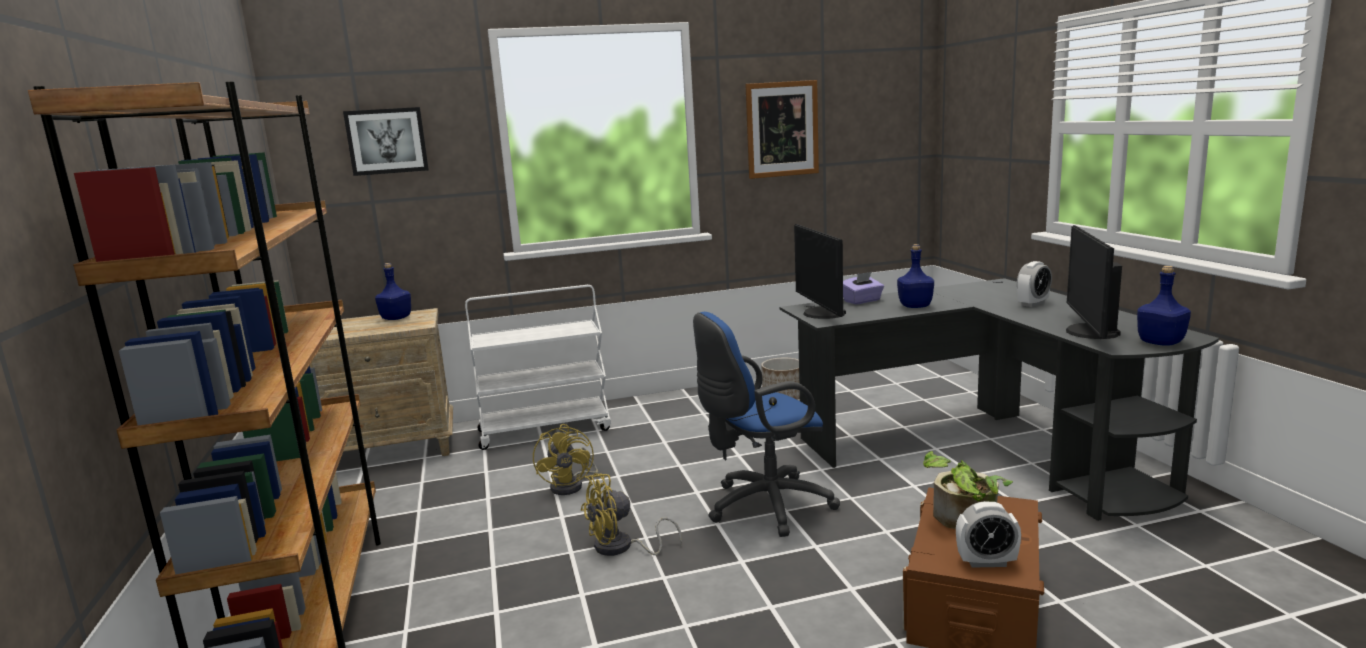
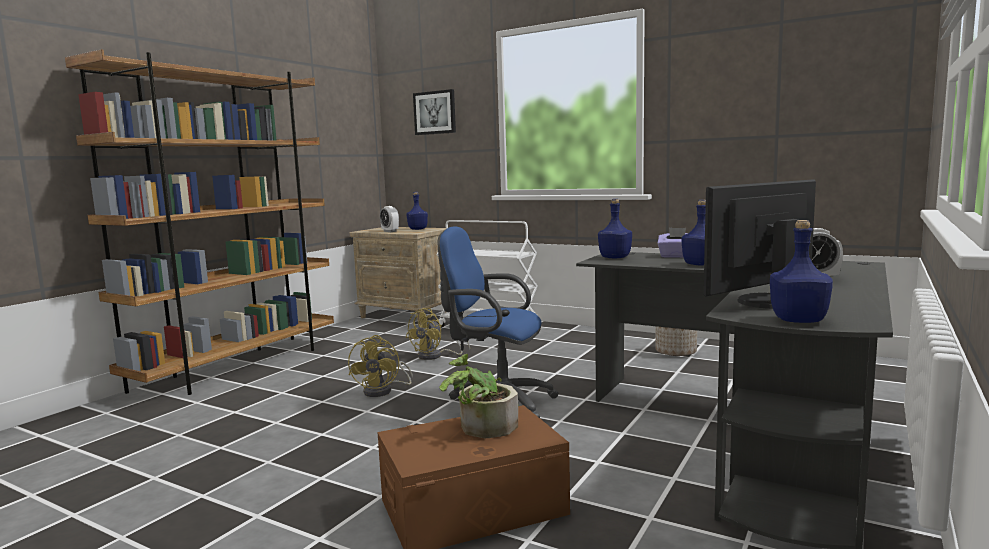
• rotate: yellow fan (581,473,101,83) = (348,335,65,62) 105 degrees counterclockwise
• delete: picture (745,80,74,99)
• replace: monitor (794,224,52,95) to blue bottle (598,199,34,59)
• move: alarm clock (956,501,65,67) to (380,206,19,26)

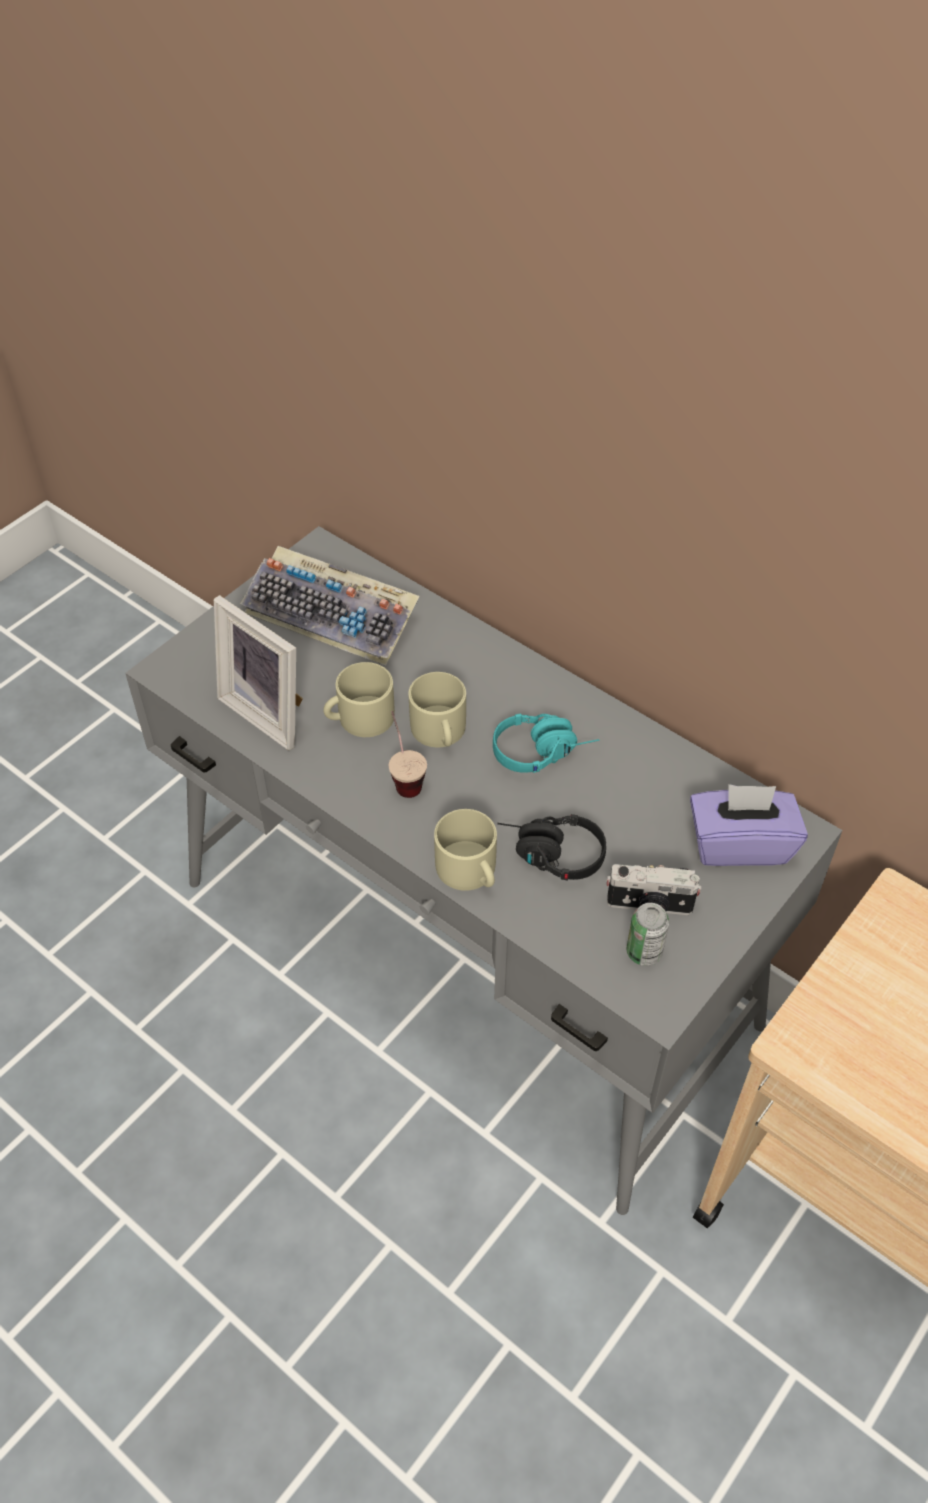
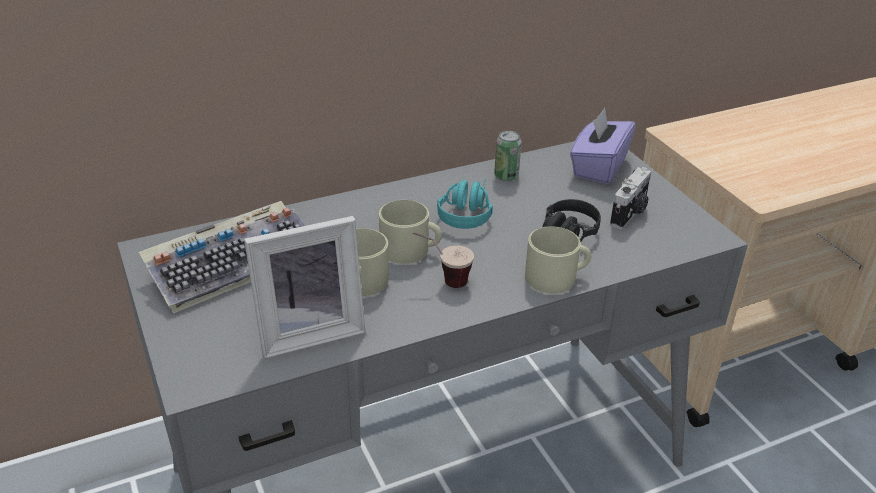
• move: can (626,903,43,63) to (494,131,28,50)

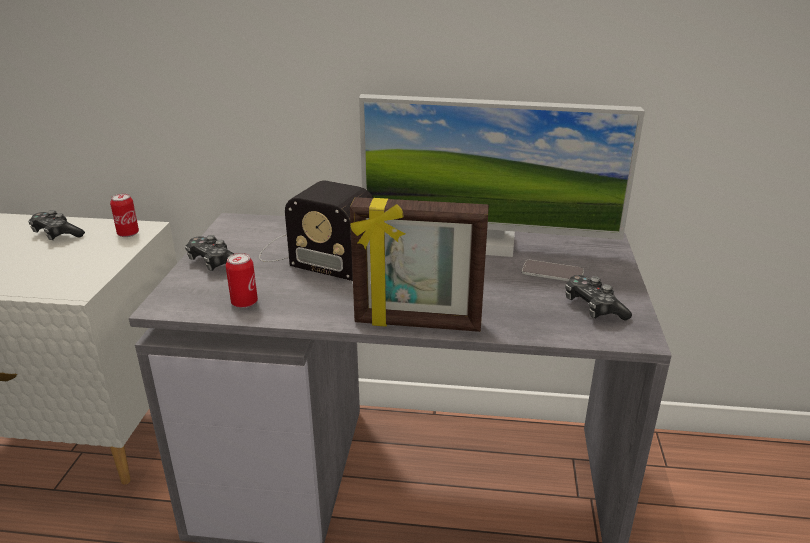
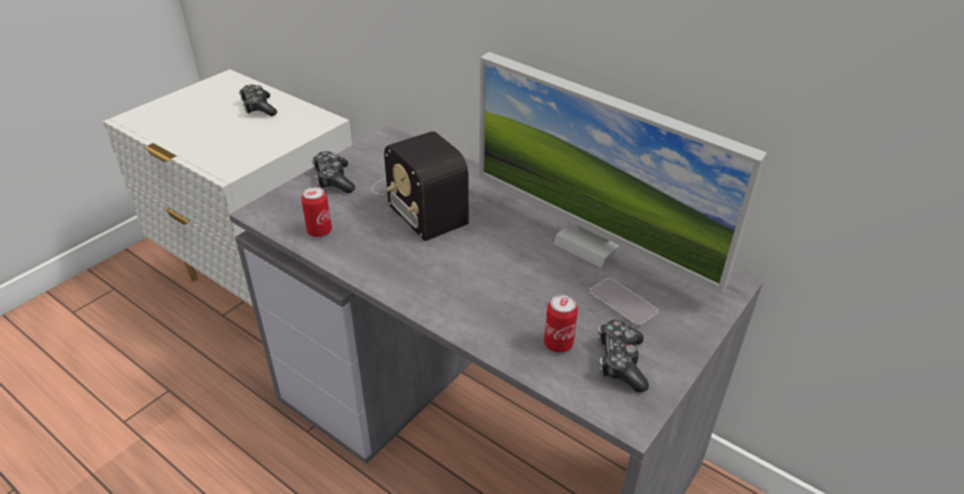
• move: can (110,193,29,44) to (544,294,34,59)
• delete: picture frame (350,197,139,135)

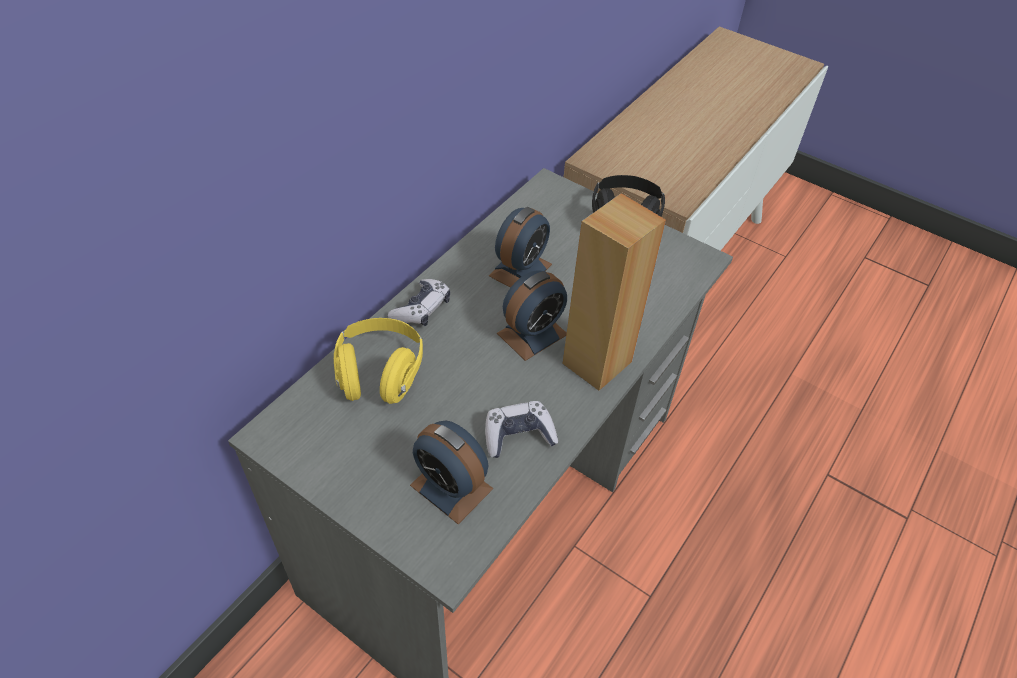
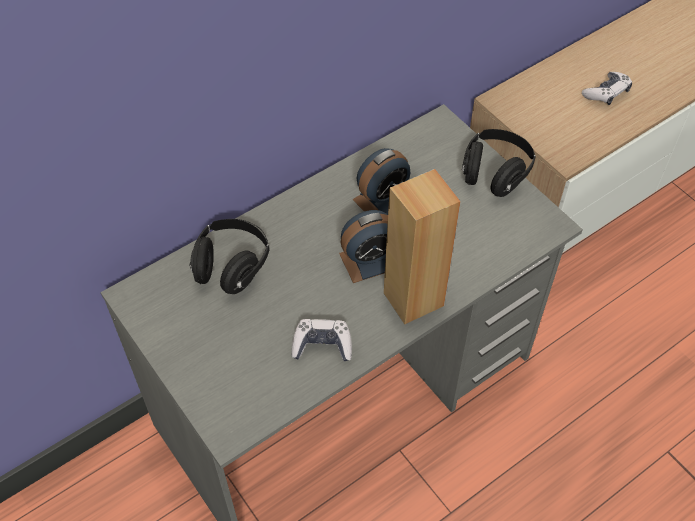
• recolor: yellow headphones (334,318,89,86) to black headphones (190,219,80,75)
• move: game controller (388,279,62,47) to (582,72,50,33)
• delete: alarm clock (410,421,83,103)

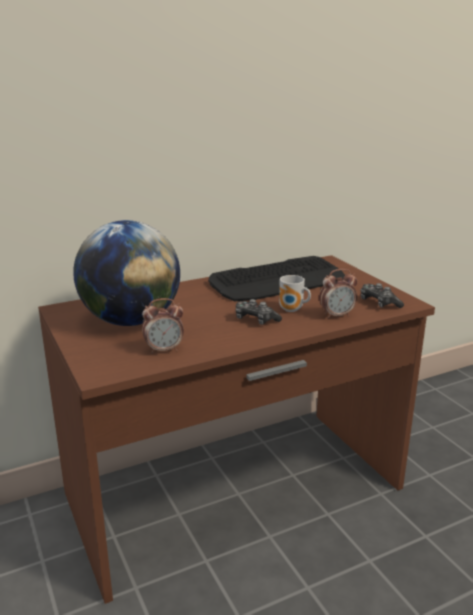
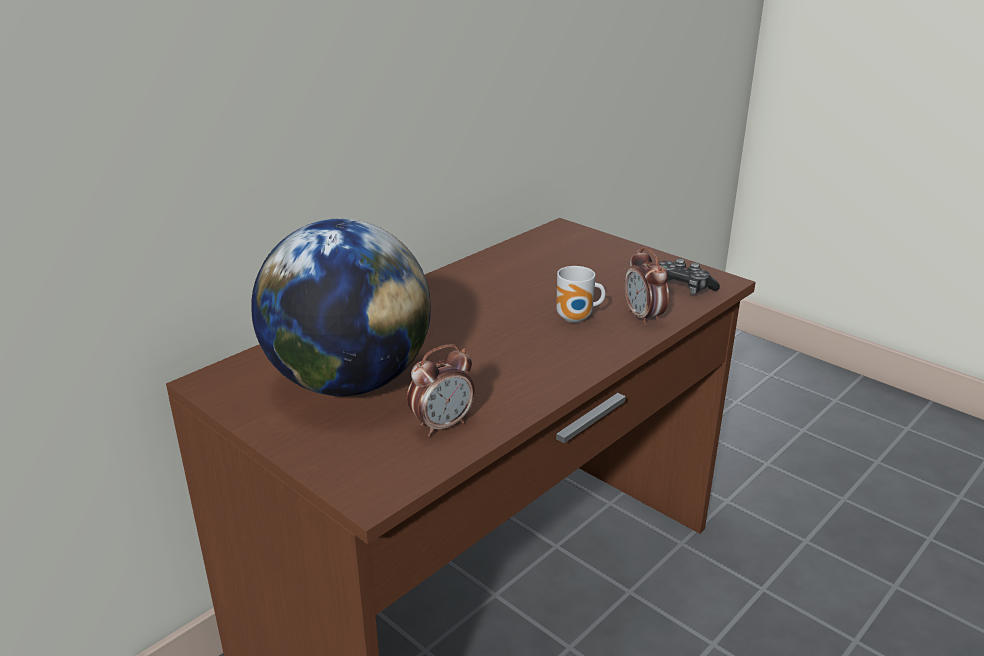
• delete: keyboard (208,256,137,46)
• delete: game controller (236,299,46,26)
• rotate: alarm clock (319,269,38,50) = (624,247,45,79) 105 degrees clockwise

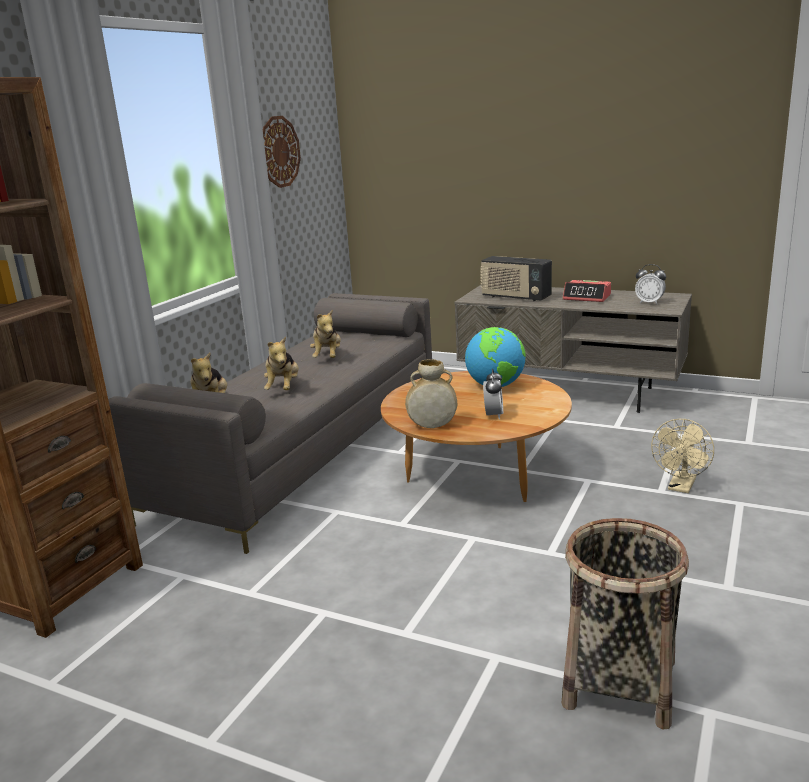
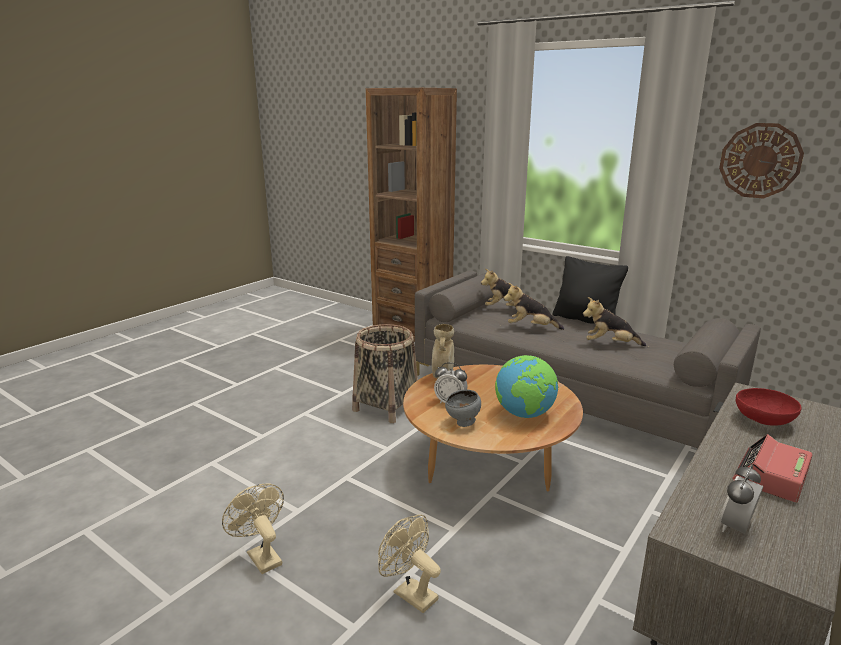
• replace: radio (480,256,72,45) to red bowl (736,388,65,38)
• move: basket (562,518,127,211) to (352,324,66,99)
• insert: beige fan (222,483,62,91)
• insert: grey bowl (445,389,36,38)
• insert: black pillow (553,256,75,68)

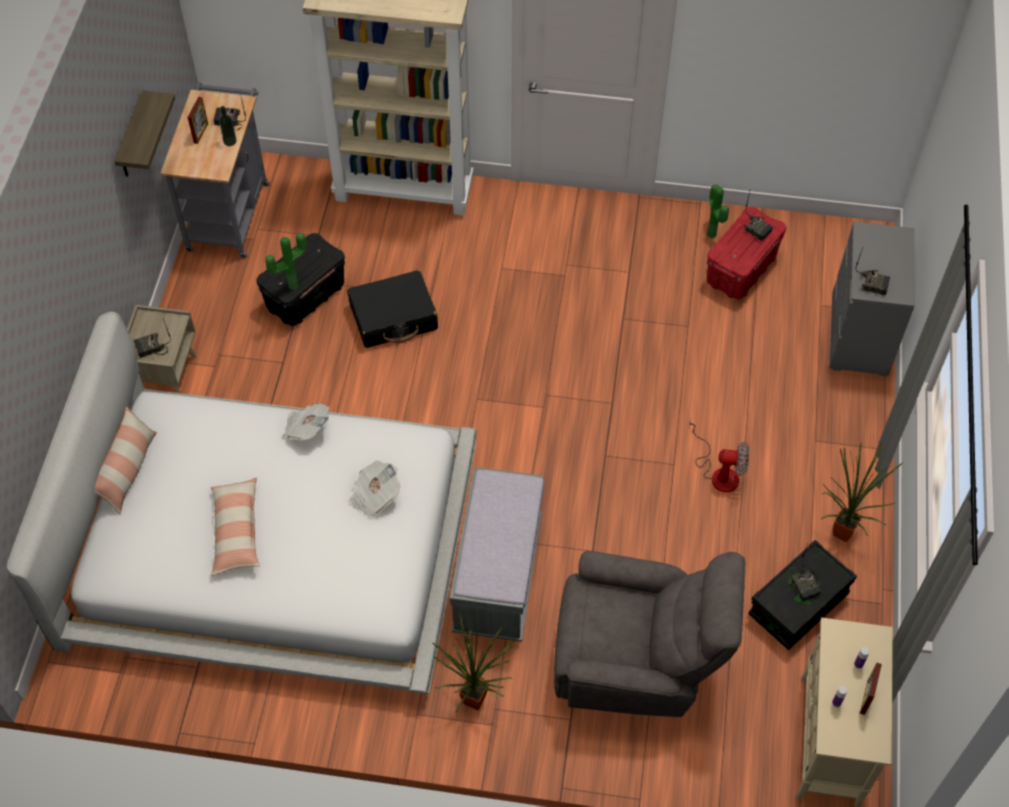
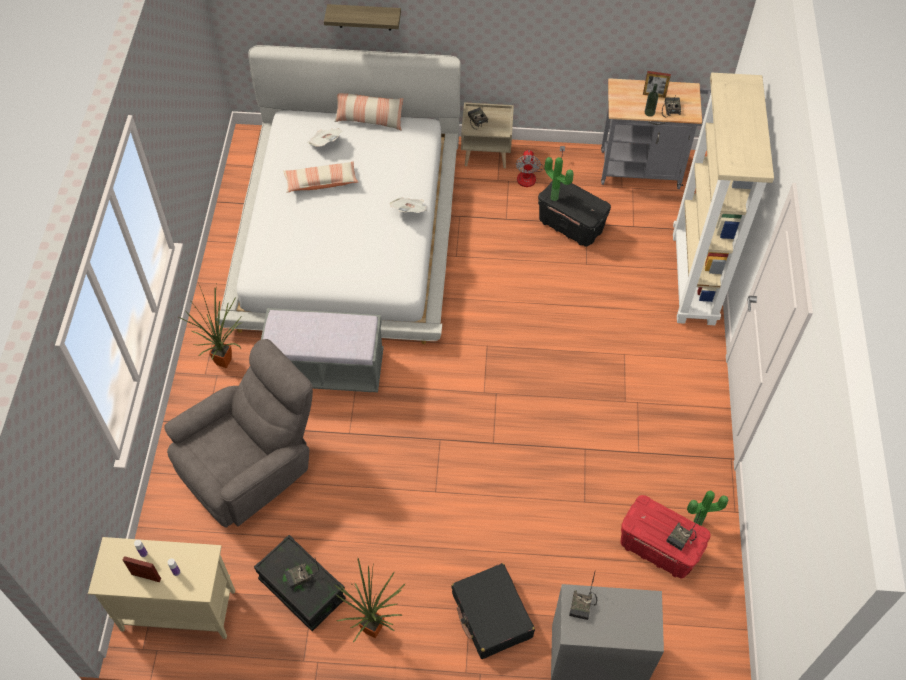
• move: shelf (114,90,61,87) to (324,4,77,26)
• move: black suitcase (347,270,91,78) to (451,563,84,96)
• move: newspaper (348,460,52,57) to (308,128,34,19)
• rotate: grey armchair (554,551,192,166) = (164,339,149,189) 135 degrees counterclockwise
• move: fan (689,417,60,75) to (516,146,49,41)

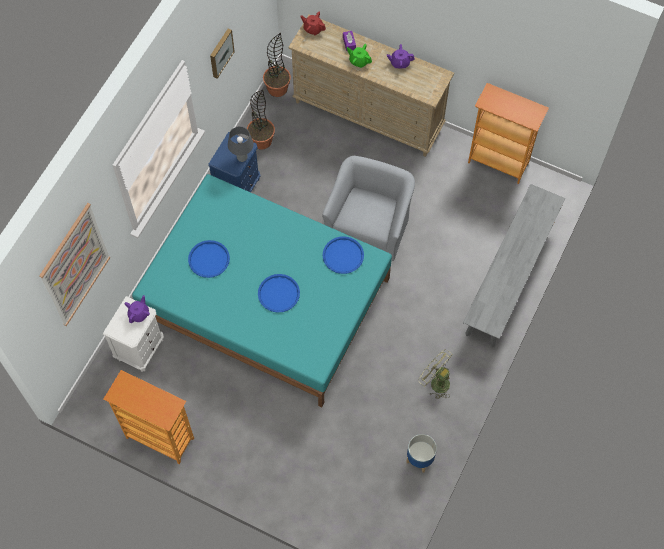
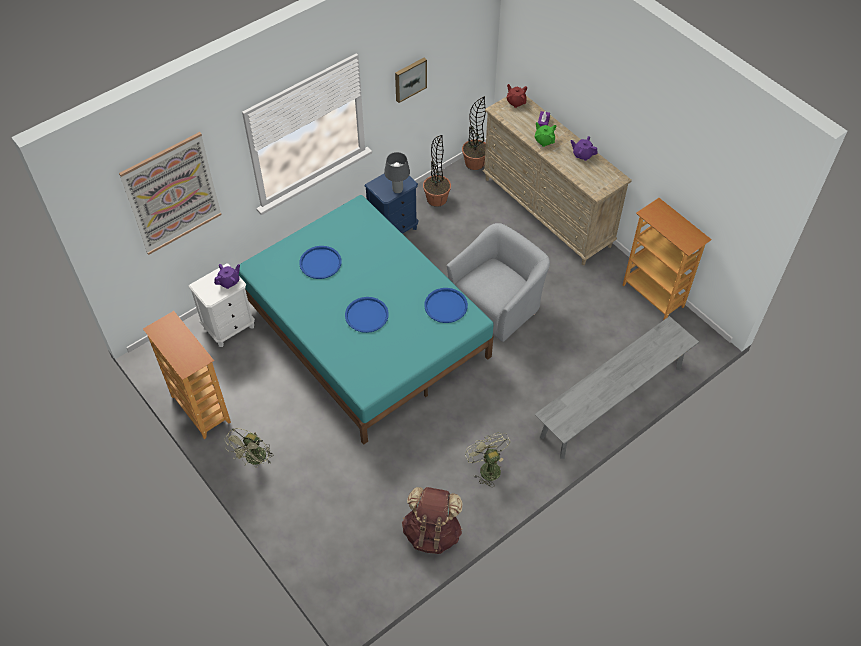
• replace: planter (406,434,31,39) to brown backpack (402,487,60,67)
• insert: green fan (224,428,49,40)

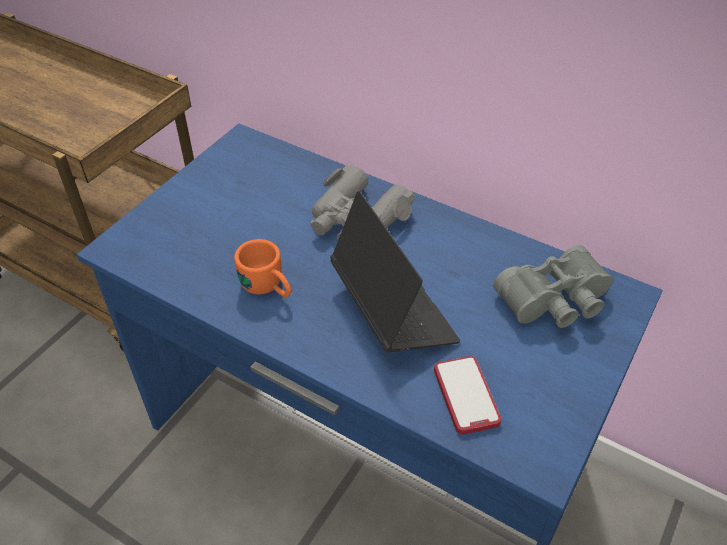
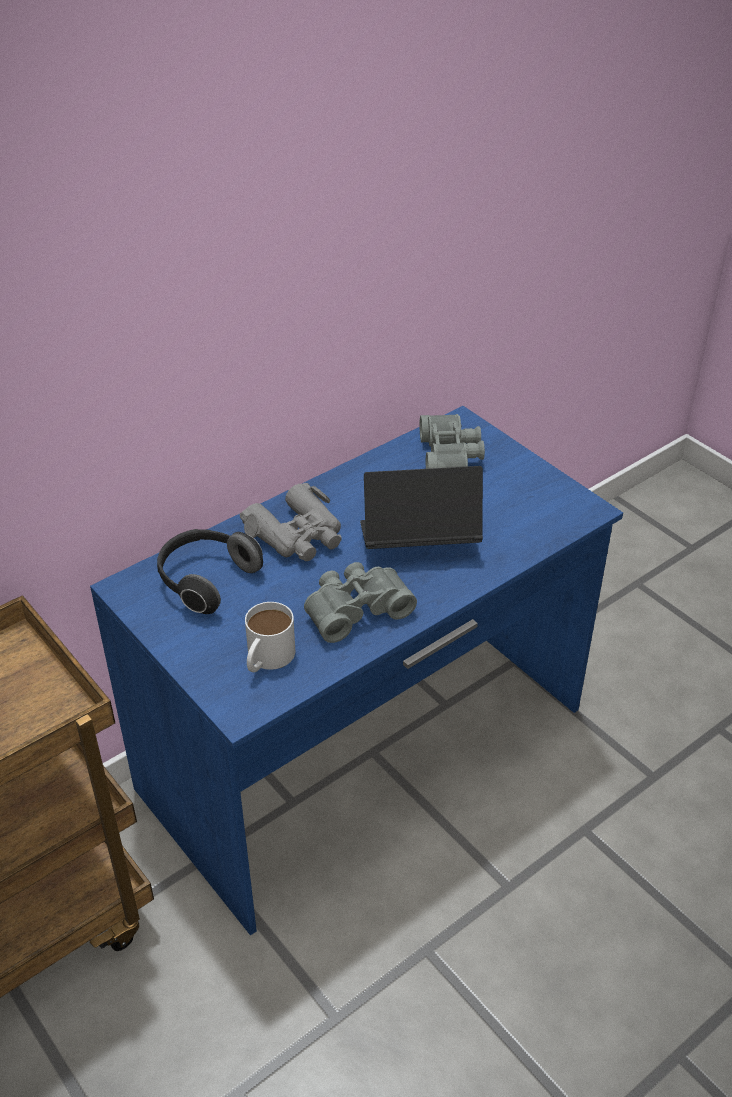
• replace: orange mug (234,239,57,58) to grey binoculars (304,562,113,81)
• delete: phone (434,356,67,79)
• insert: headphones (157,529,106,85)
• insert: white mug (245,602,50,70)

